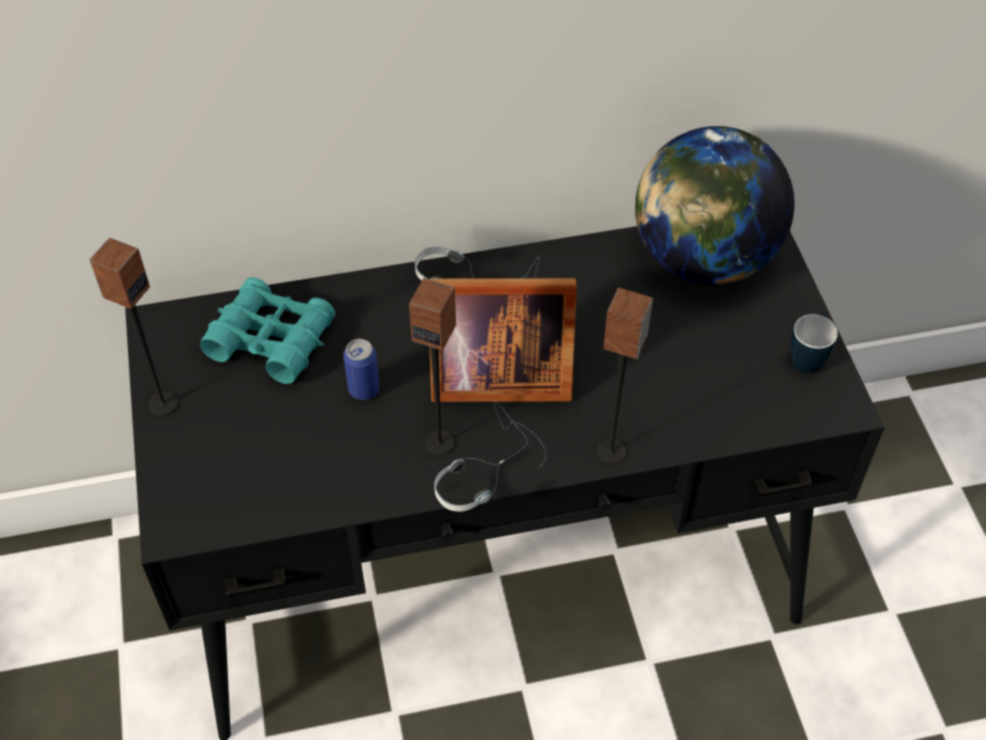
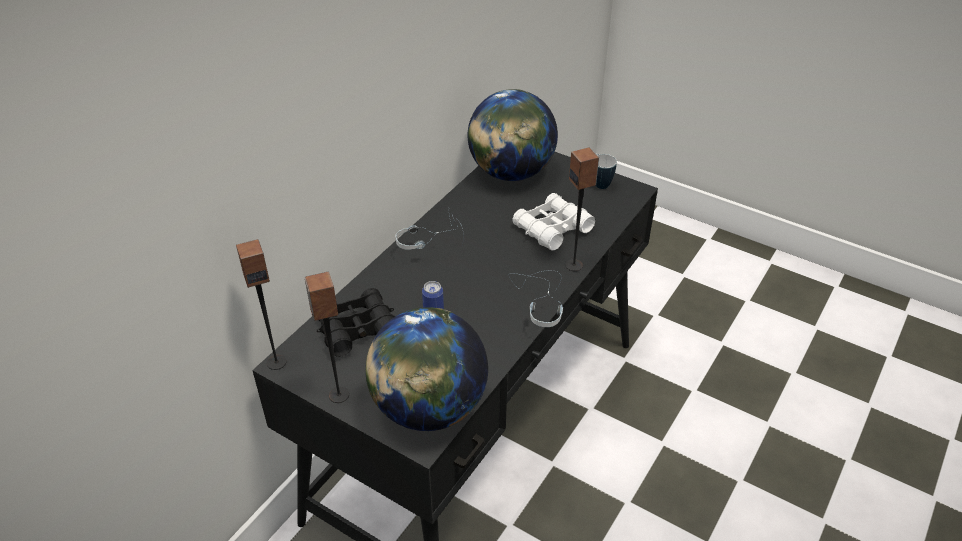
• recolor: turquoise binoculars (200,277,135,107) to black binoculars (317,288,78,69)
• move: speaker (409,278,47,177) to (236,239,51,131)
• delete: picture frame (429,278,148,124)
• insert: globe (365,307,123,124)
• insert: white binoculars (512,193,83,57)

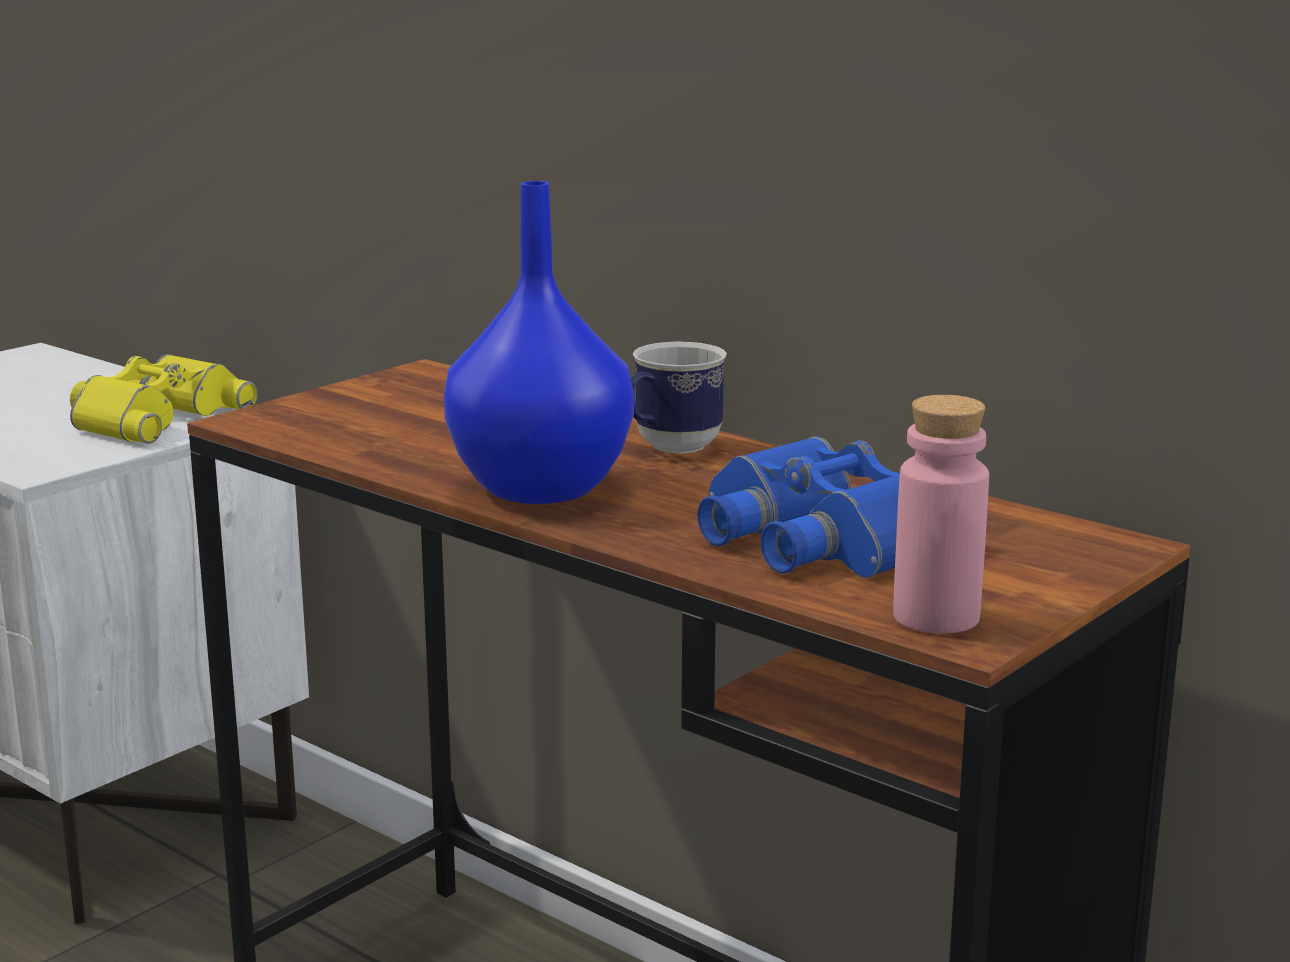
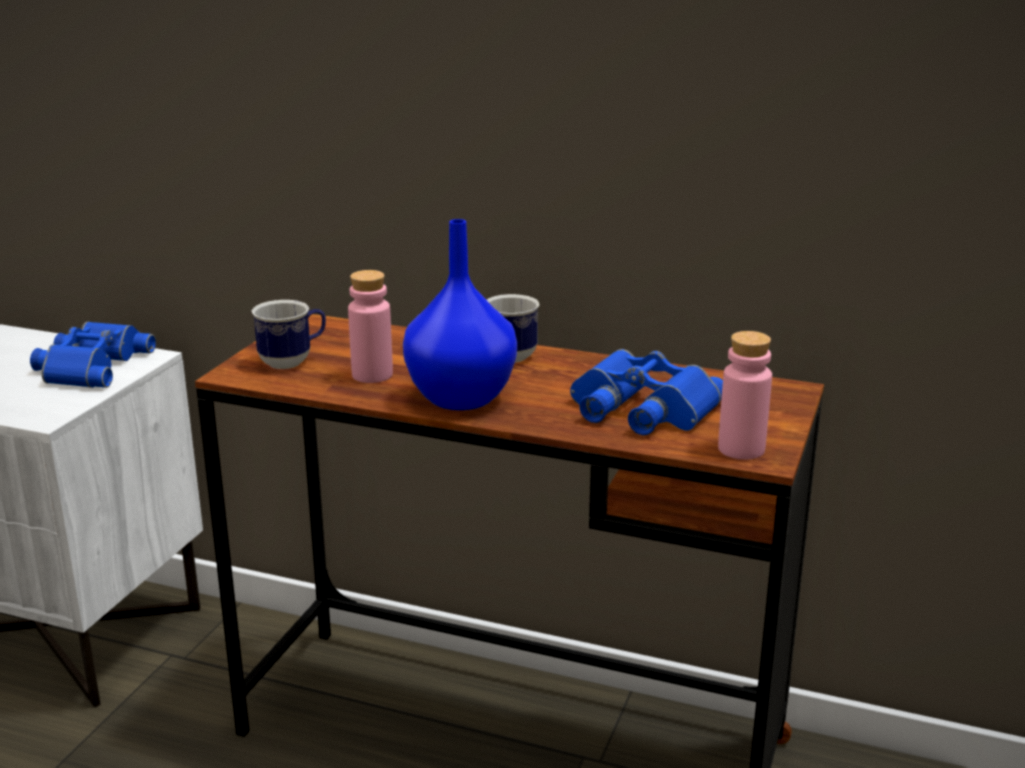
• recolor: yellow binoculars (70,354,188,90) to blue binoculars (30,322,126,66)
• insert: mug (252,300,74,69)
• insert: pink bottle (348,270,45,113)

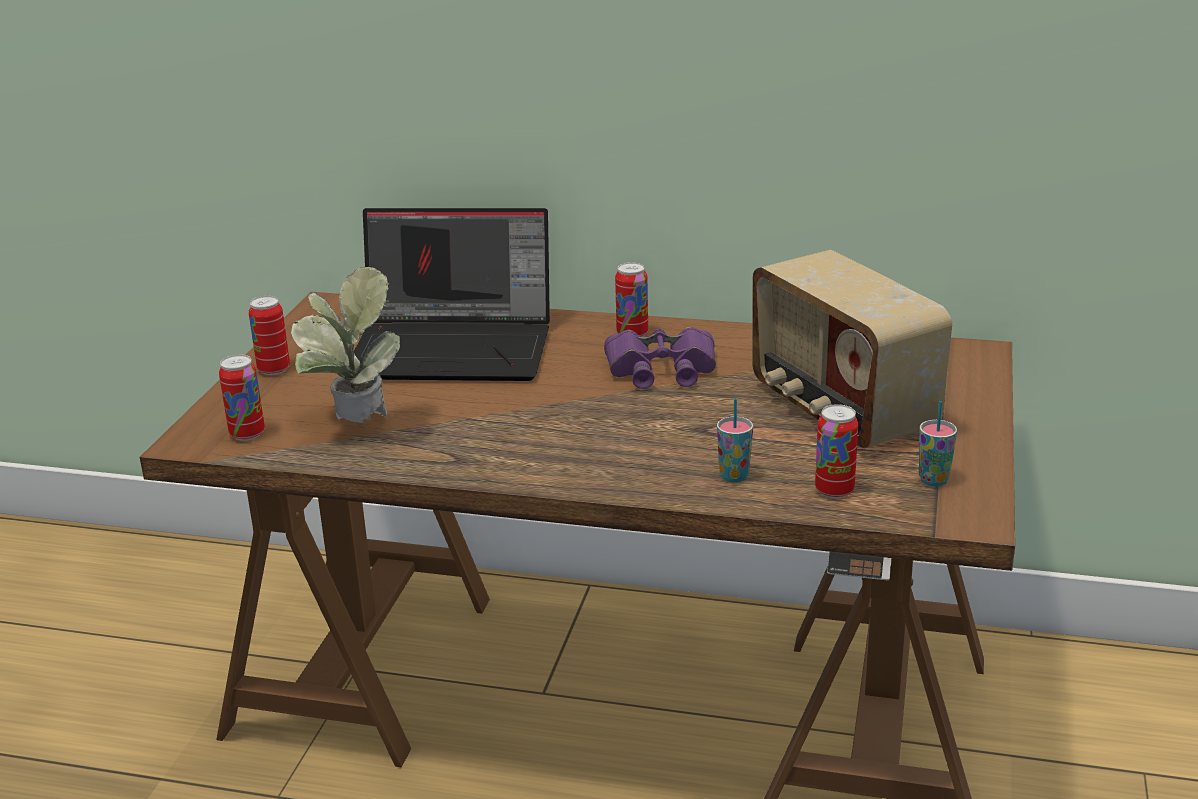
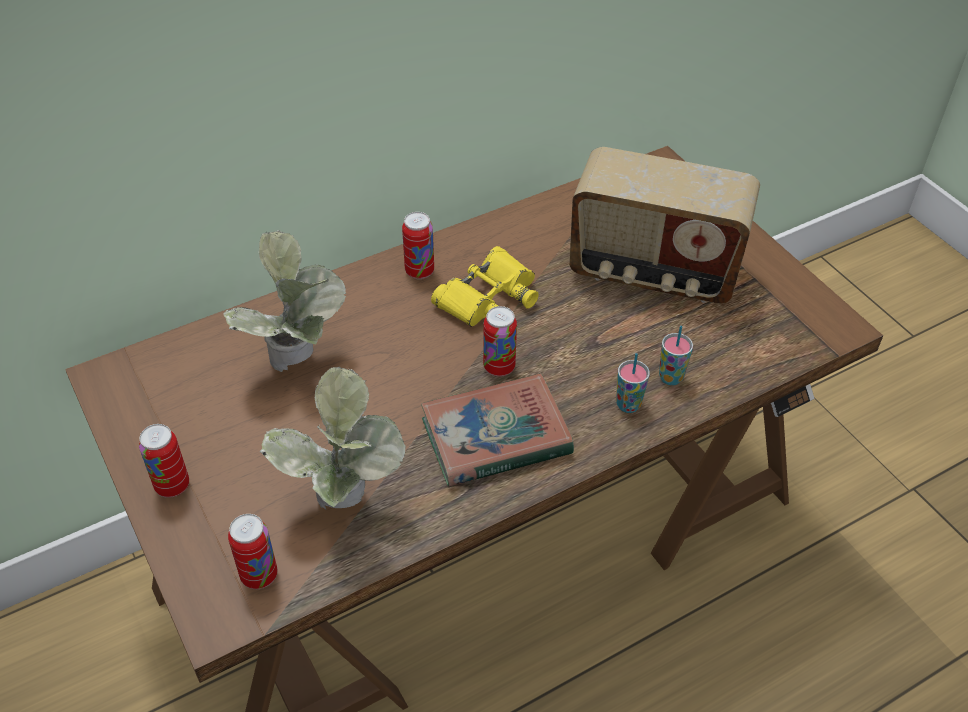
• replace: laptop (354,208,196,173) to potted plant (223,230,123,142)
• recolor: purple binoculars (604,327,112,62) to yellow binoculars (431,246,108,80)
• move: can (815,404,43,95) to (483,306,34,71)
• move: cup (919,401,38,85) to (616,353,34,60)
• insert: book (421,373,153,114)

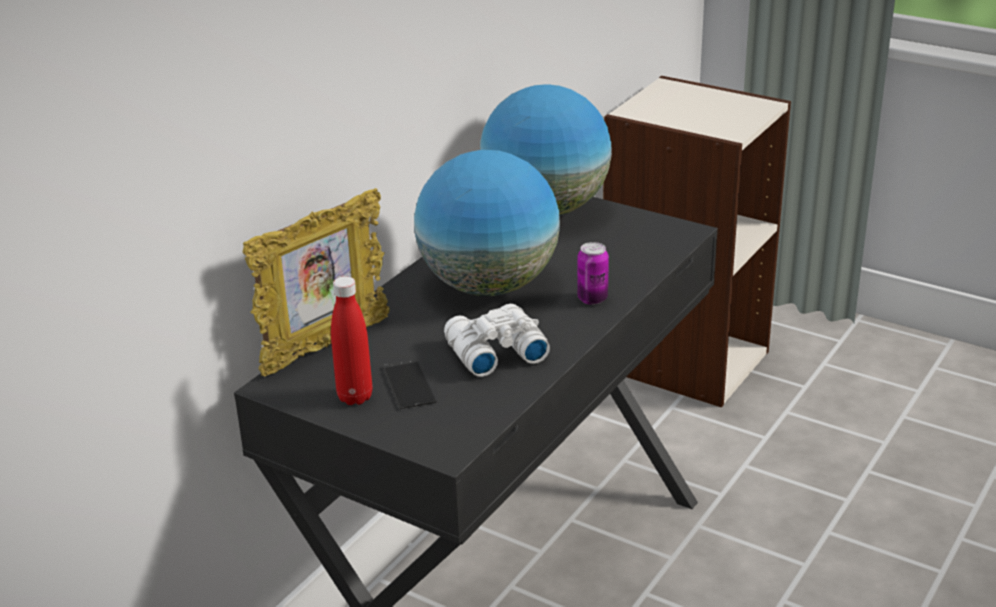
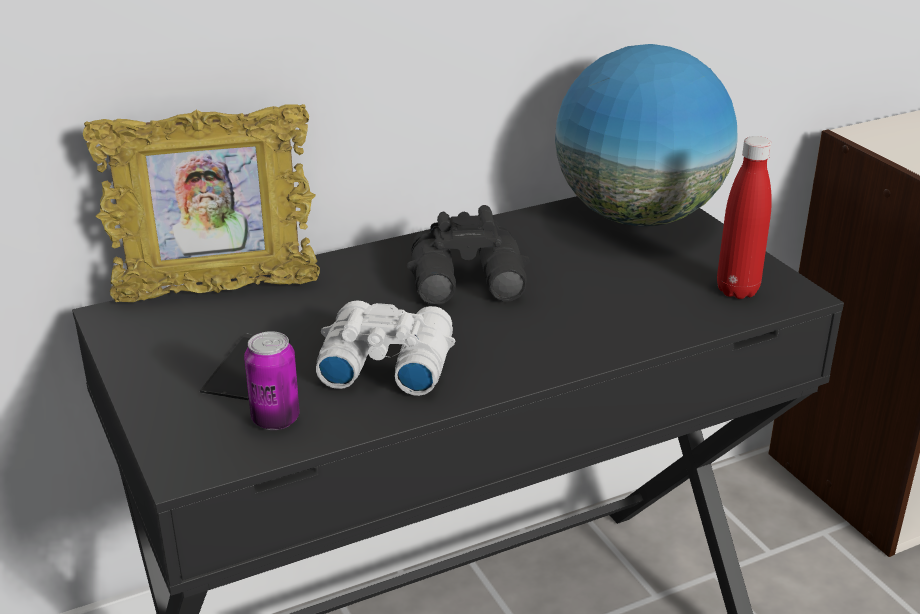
• move: red bottle (331,276,41,129) to (717,136,55,163)
• replace: globe (414,150,146,146) to black binoculars (407,205,123,100)
• move: can (577,242,32,63) to (244,331,56,99)

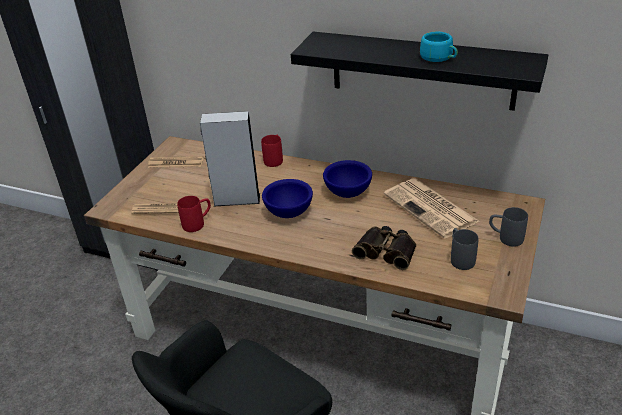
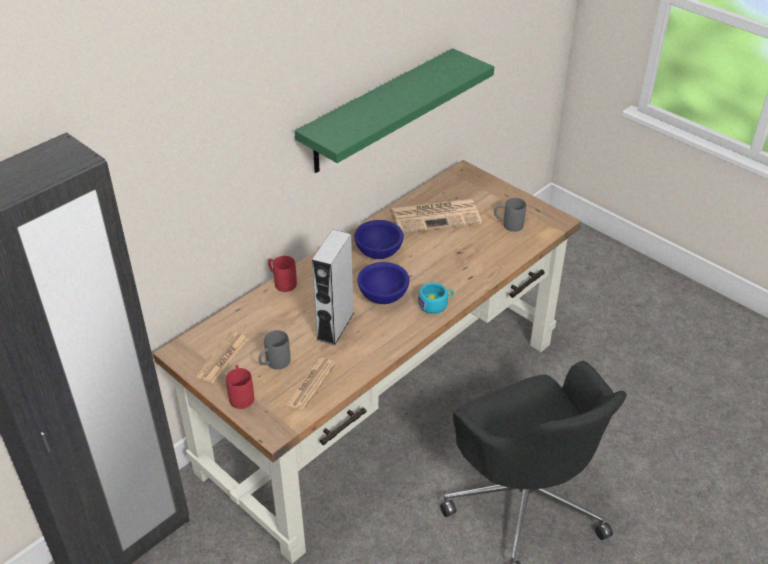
• move: red mug (177,196,34,36) to (226,365,28,44)
• recolor: black shelf (291,32,257,79) to green shelf (295,48,199,125)
• delete: binoculars (352,226,64,44)
• move: turquoise cup (420,32,38,30) to (418,283,36,31)
• move: grey mug (489,207,39,40) to (258,330,32,40)

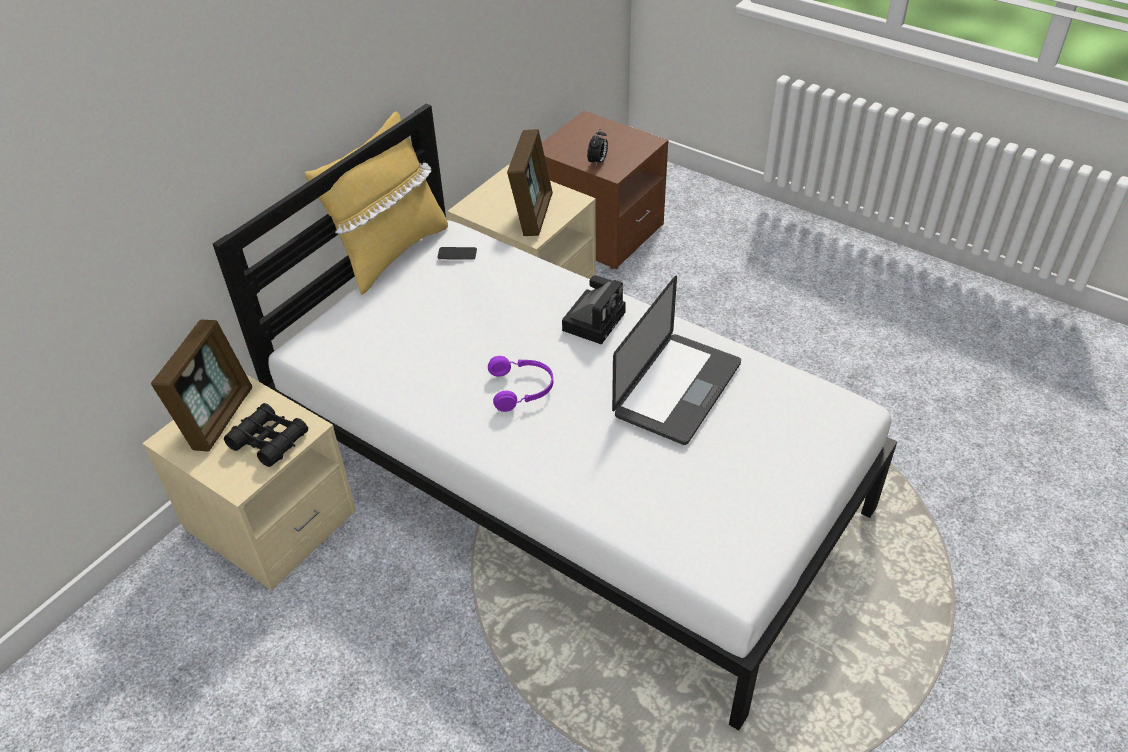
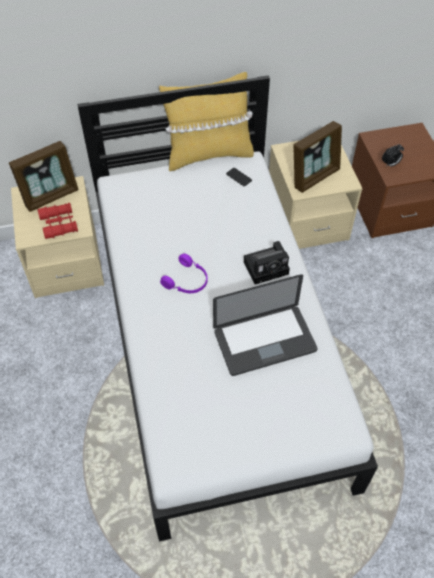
• recolor: black binoculars (224,403,84,64) to red binoculars (37,203,41,36)

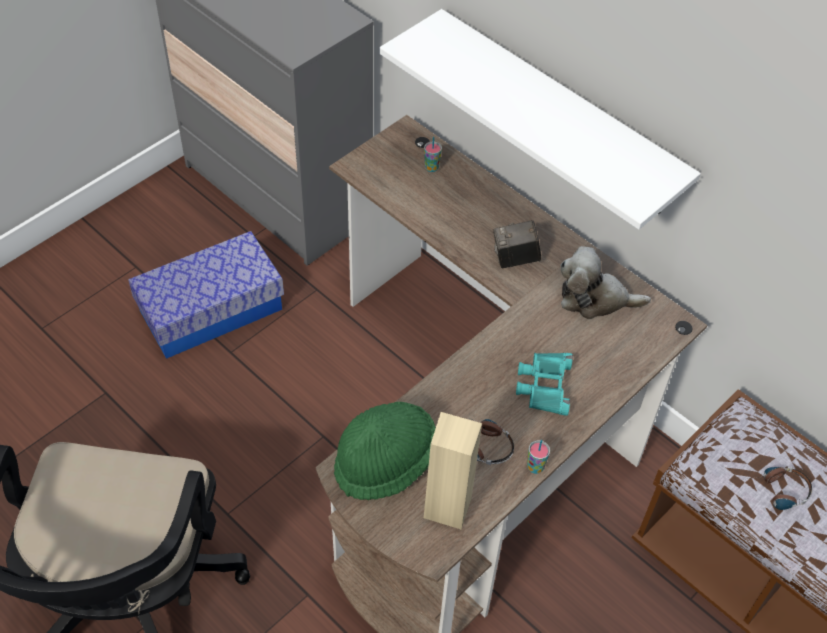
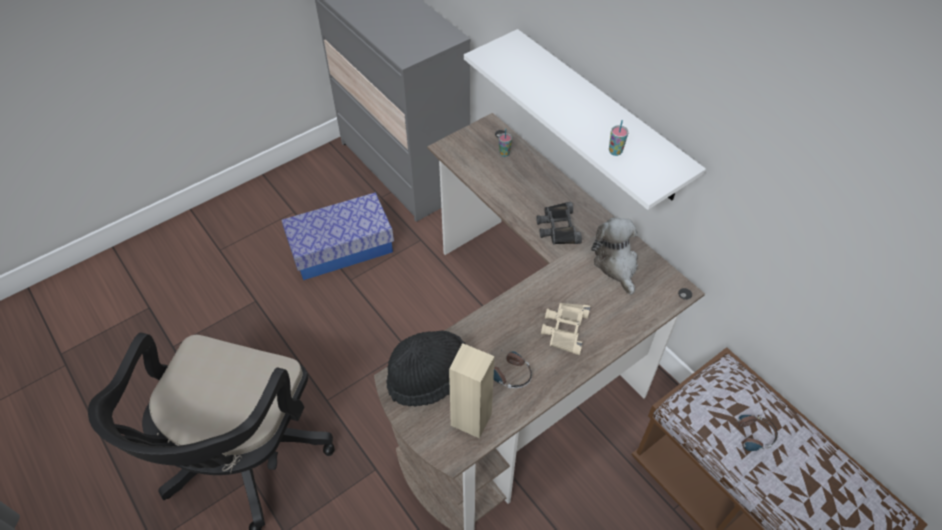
• recolor: green hat (334,402,102,98) to black hat (386,330,80,76)
• replace: photo camera (493,220,48,48) to black binoculars (536,202,46,42)
• recolor: turquoise binoculars (516,353,57,63) to beige binoculars (541,302,50,53)
• move: cup (527,440,23,34) to (609,120,20,36)
• rotate: plush toy (560,246,91,73) = (591,218,47,77) 60 degrees clockwise

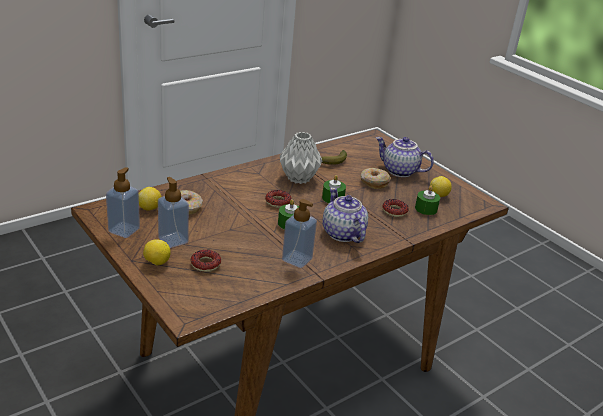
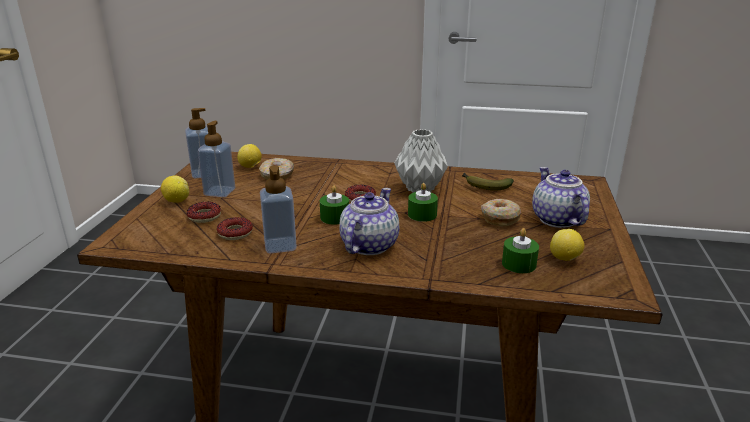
• move: donut (382,199,27,18) to (217,217,36,23)

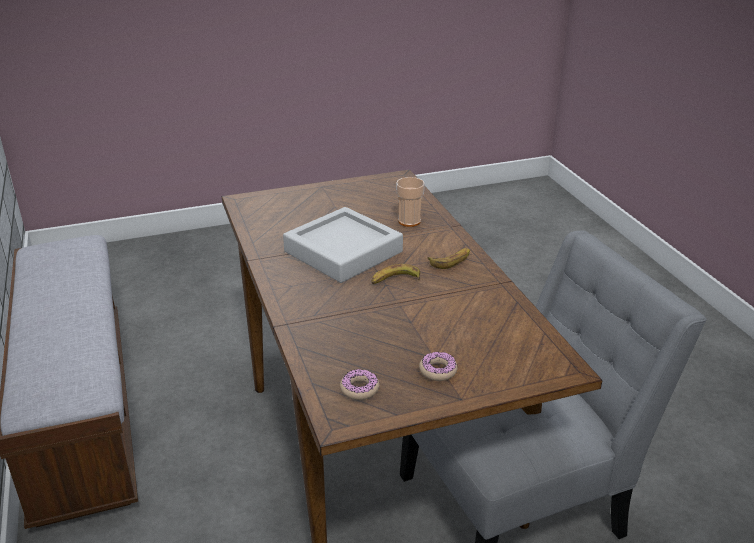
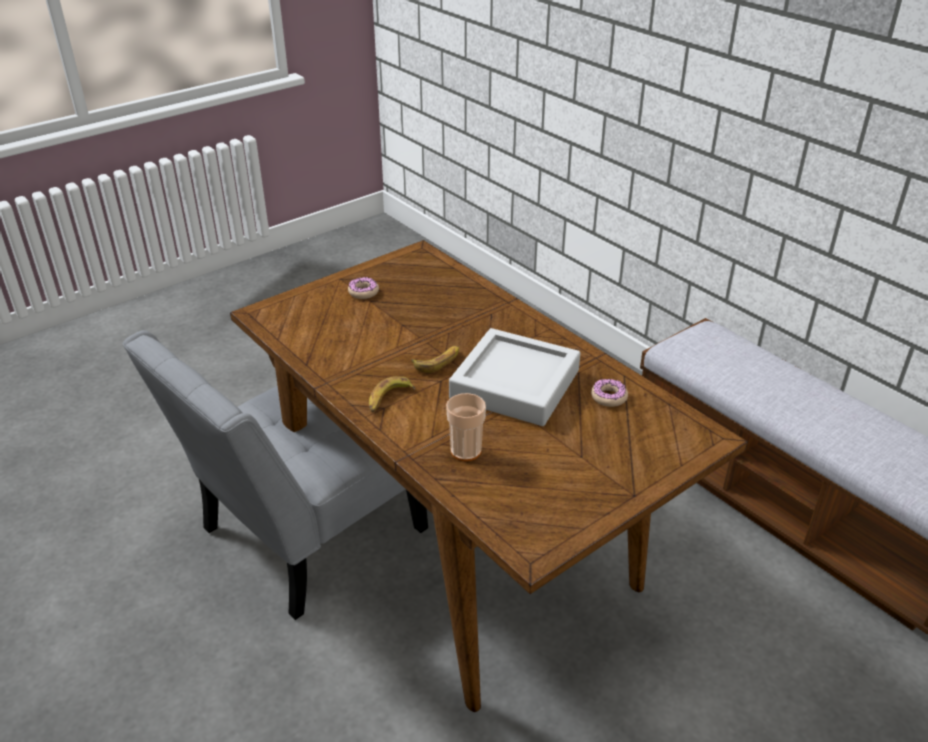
• move: donut (340,369,39,31) to (591,379,37,28)

